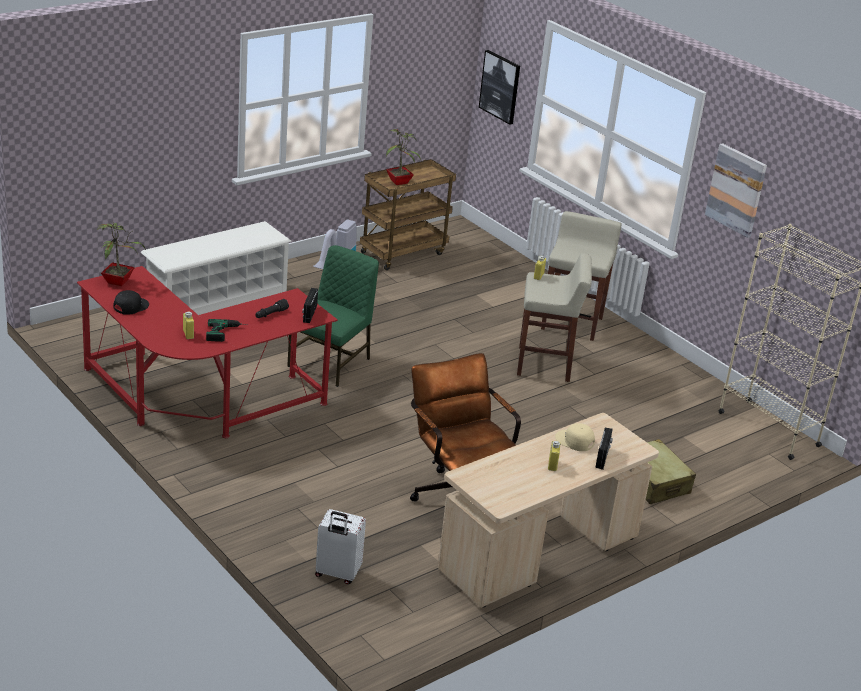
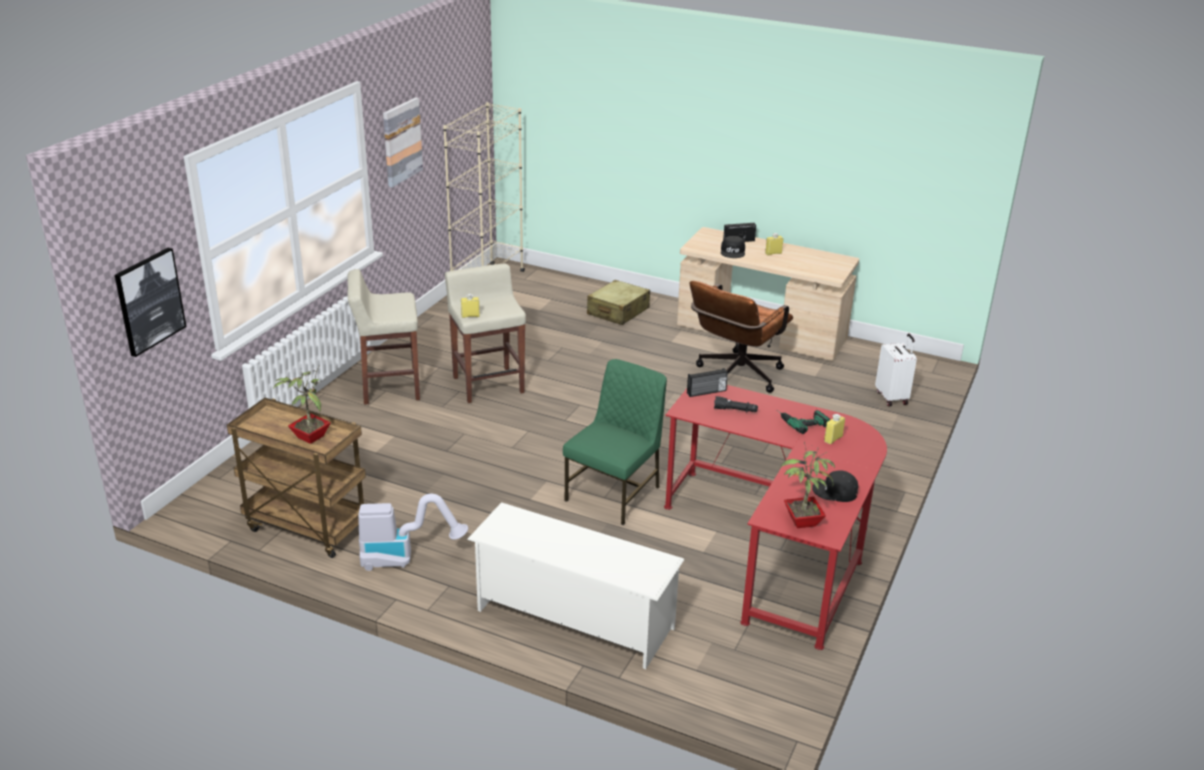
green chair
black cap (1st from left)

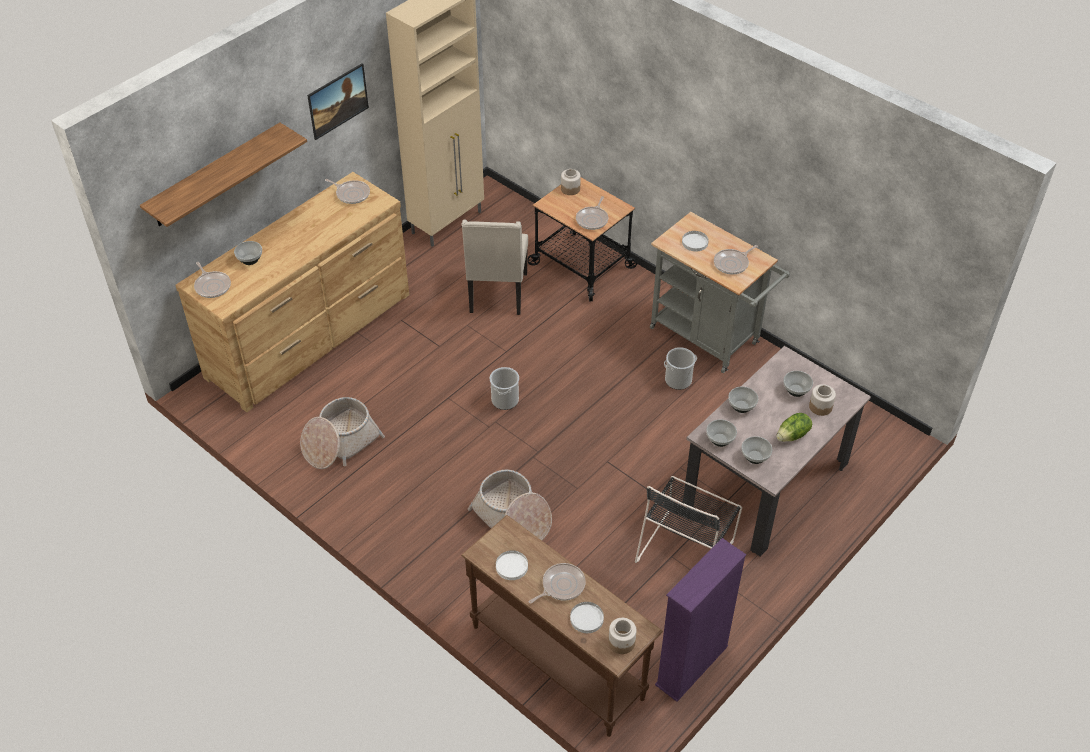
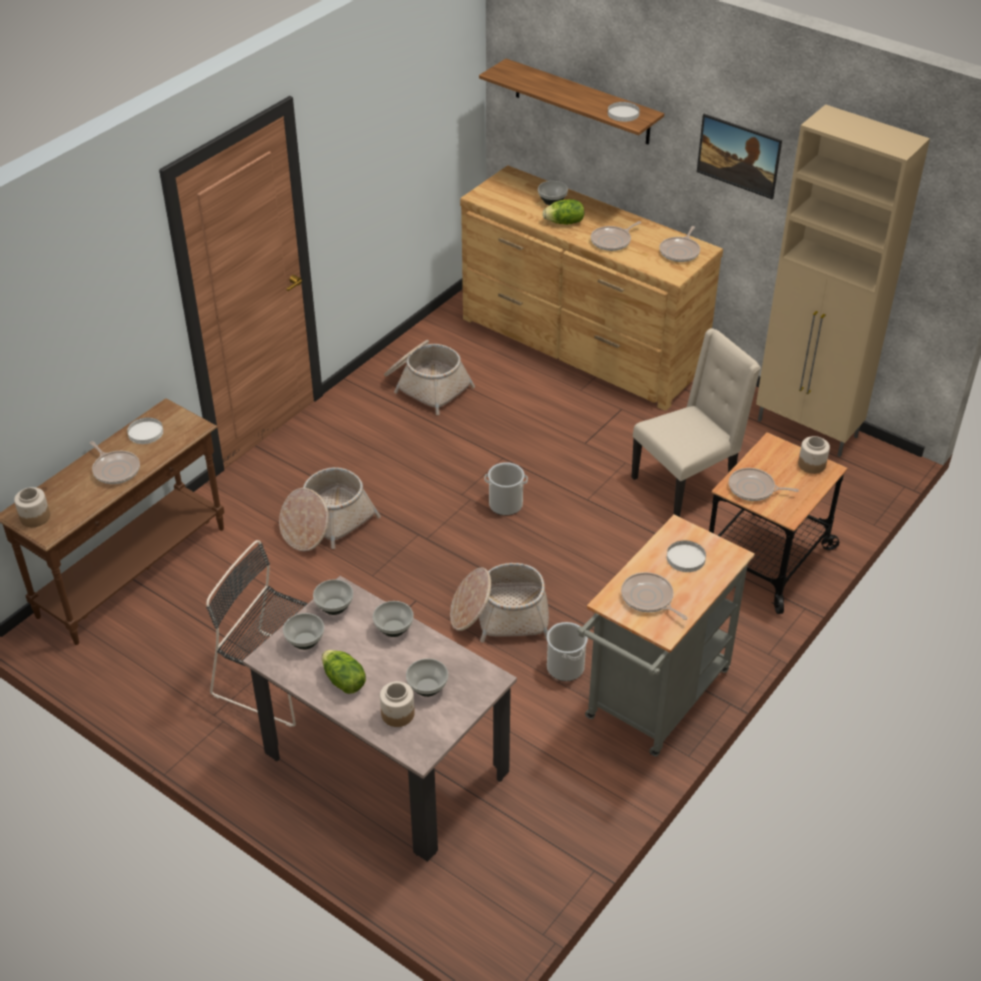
basket (3rd from left)
lettuce (2nd from left)
frying pan (2nd from left)
white plate (2nd from left)
beige chair
purple bookcase

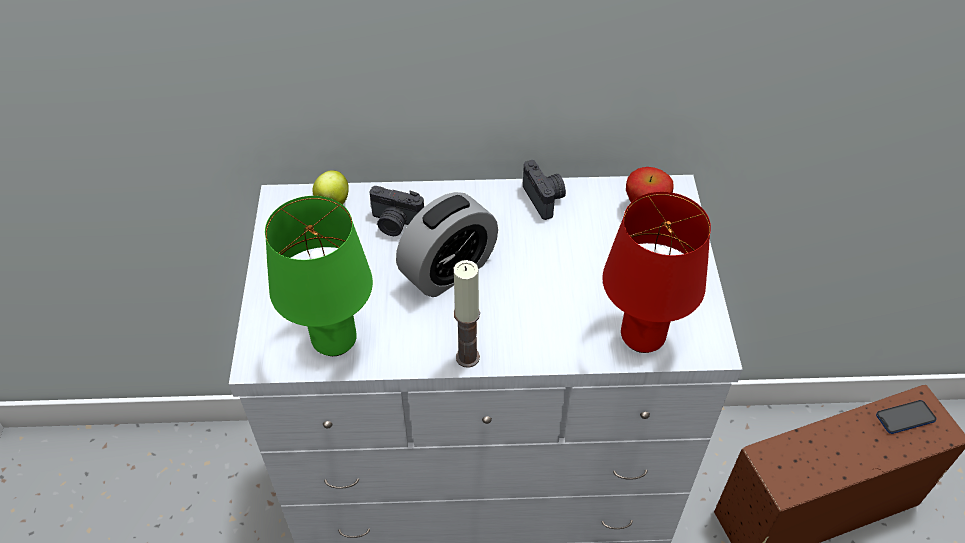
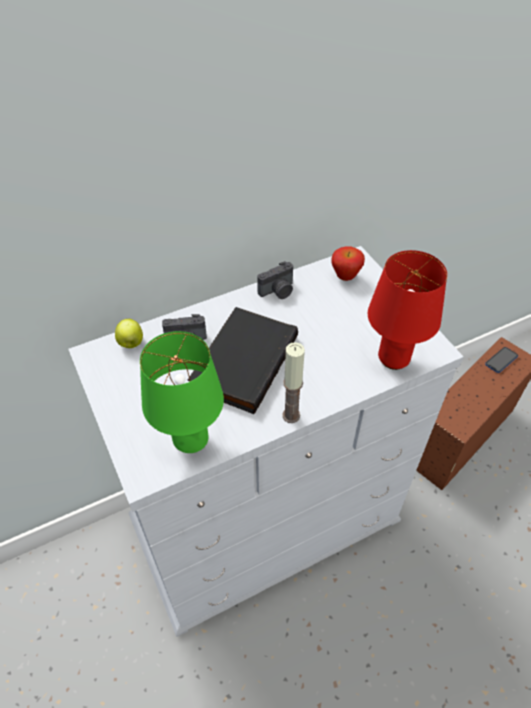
black book
photo camera (2nd from left)

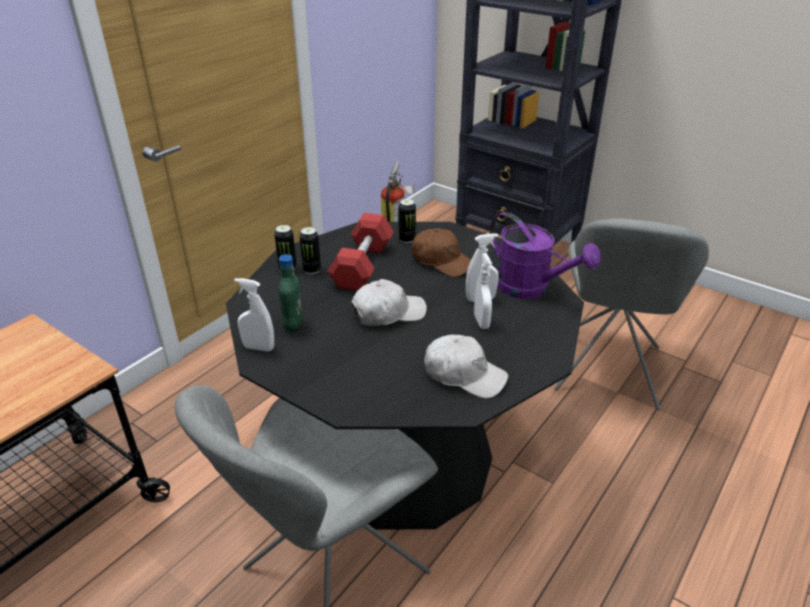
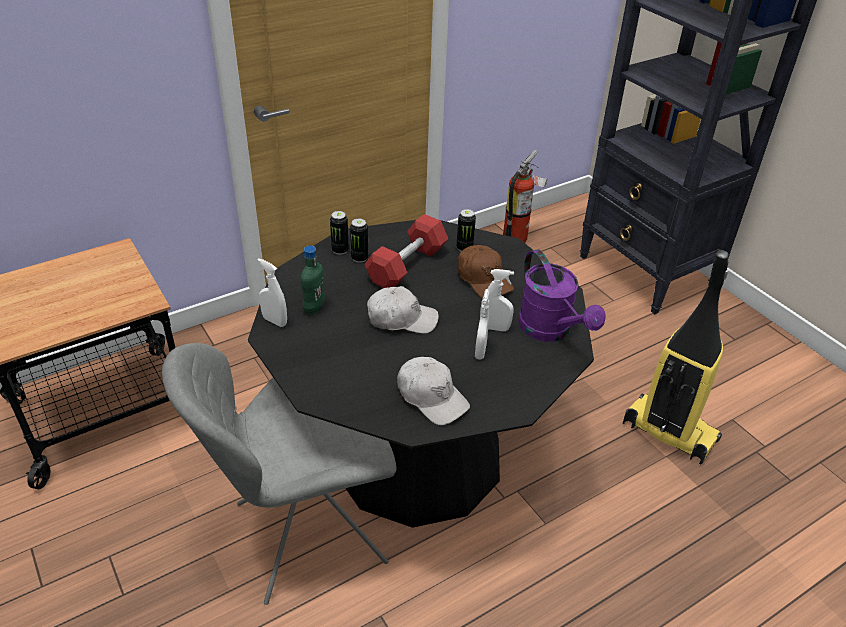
vacuum cleaner

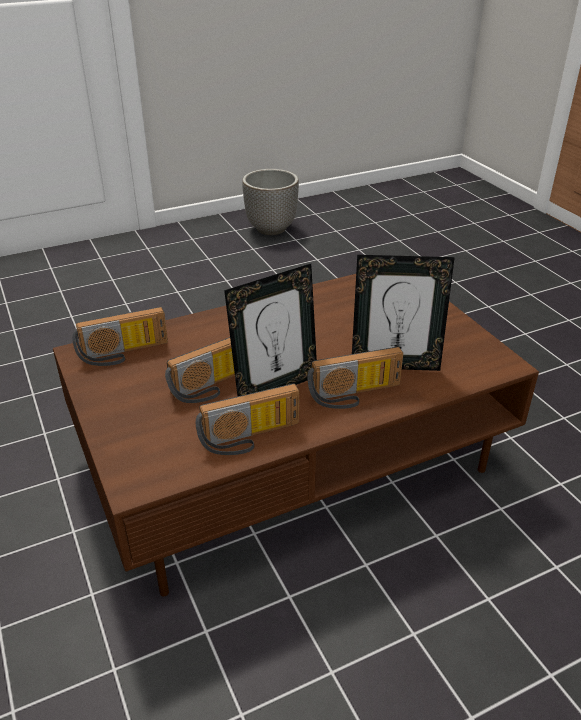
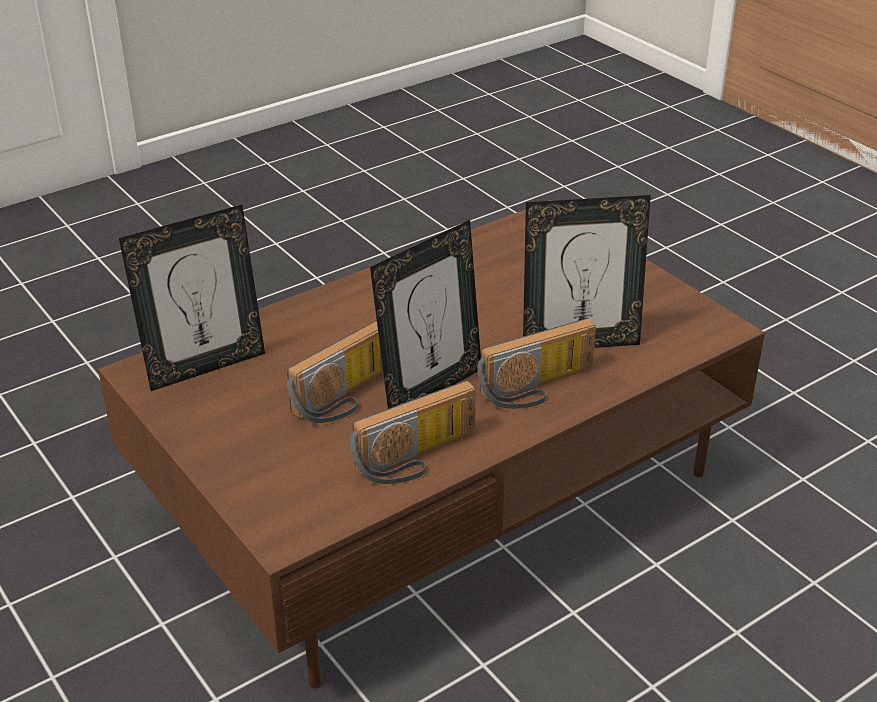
picture frame (1st from left)
planter

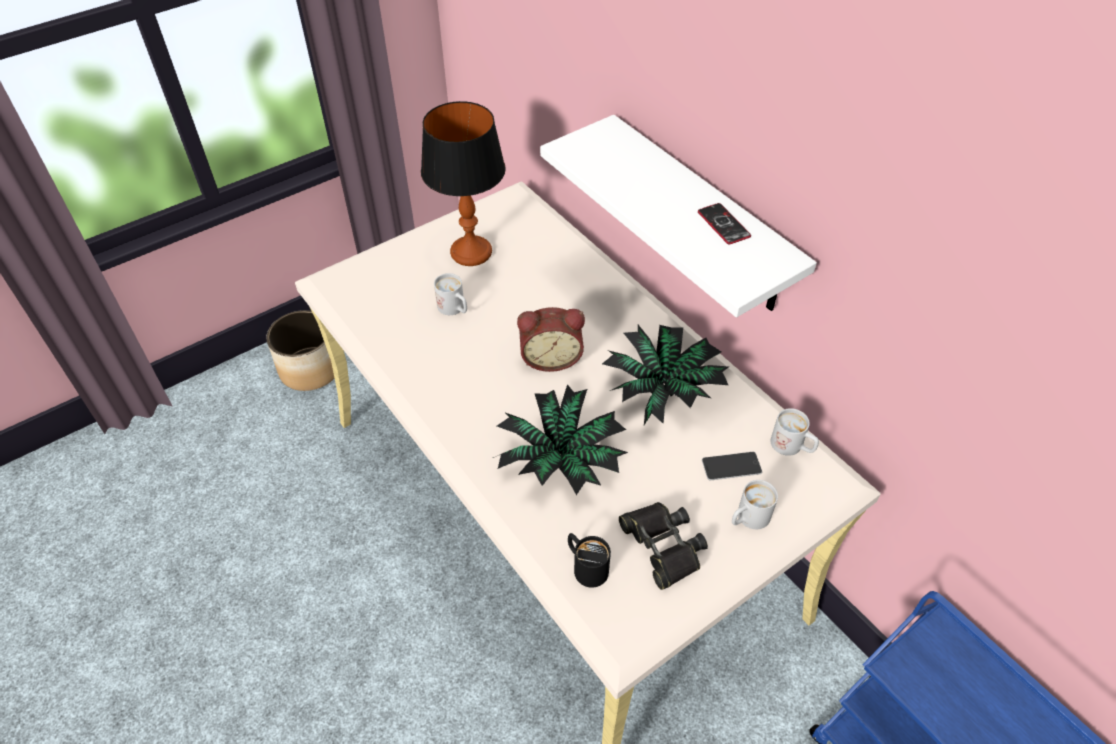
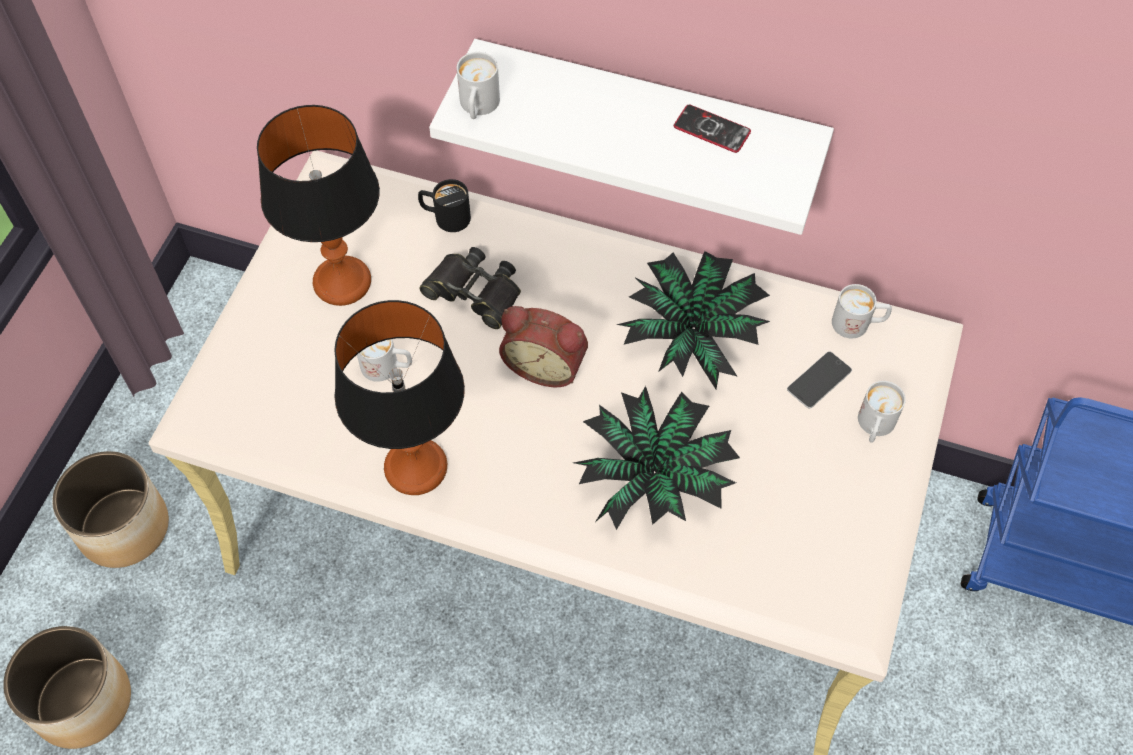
planter (1st from left)
table lamp (2nd from left)
black mug
black binoculars
white mug (2nd from left)
alarm clock

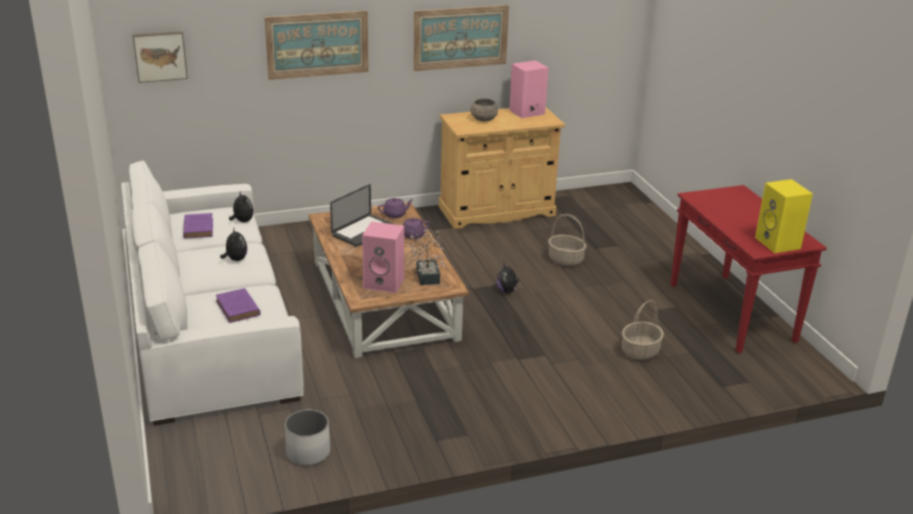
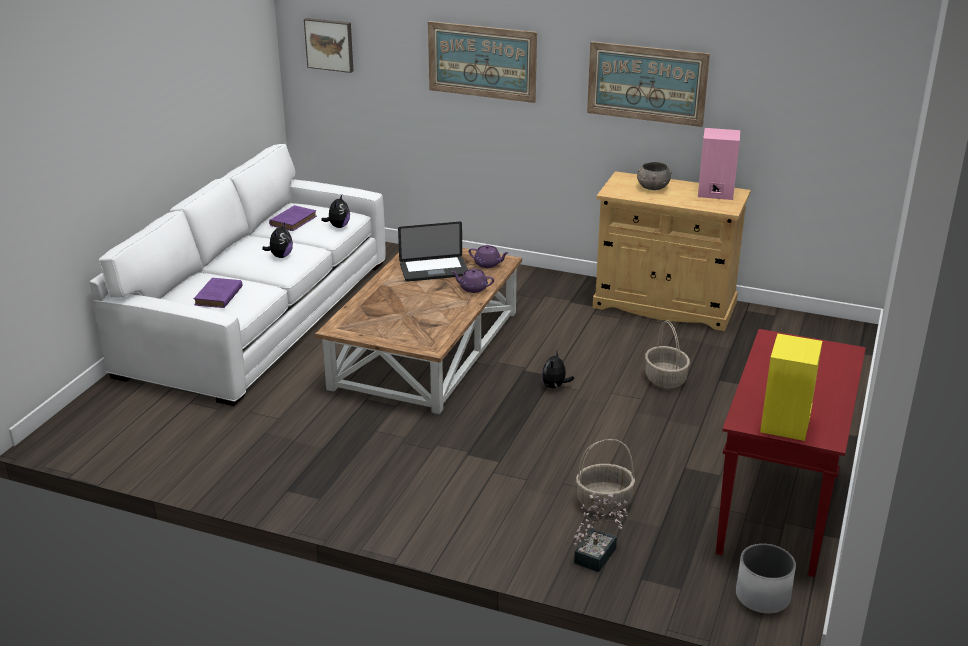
potted plant
white planter
pink speaker (1st from left in the first image)

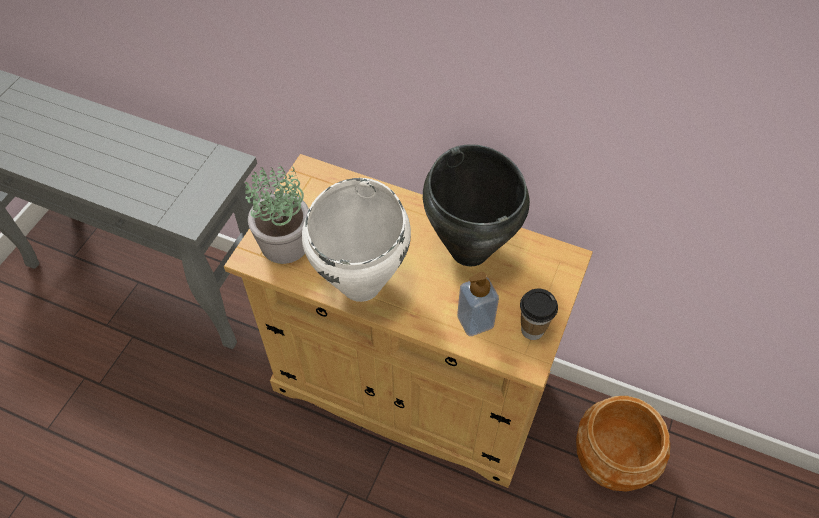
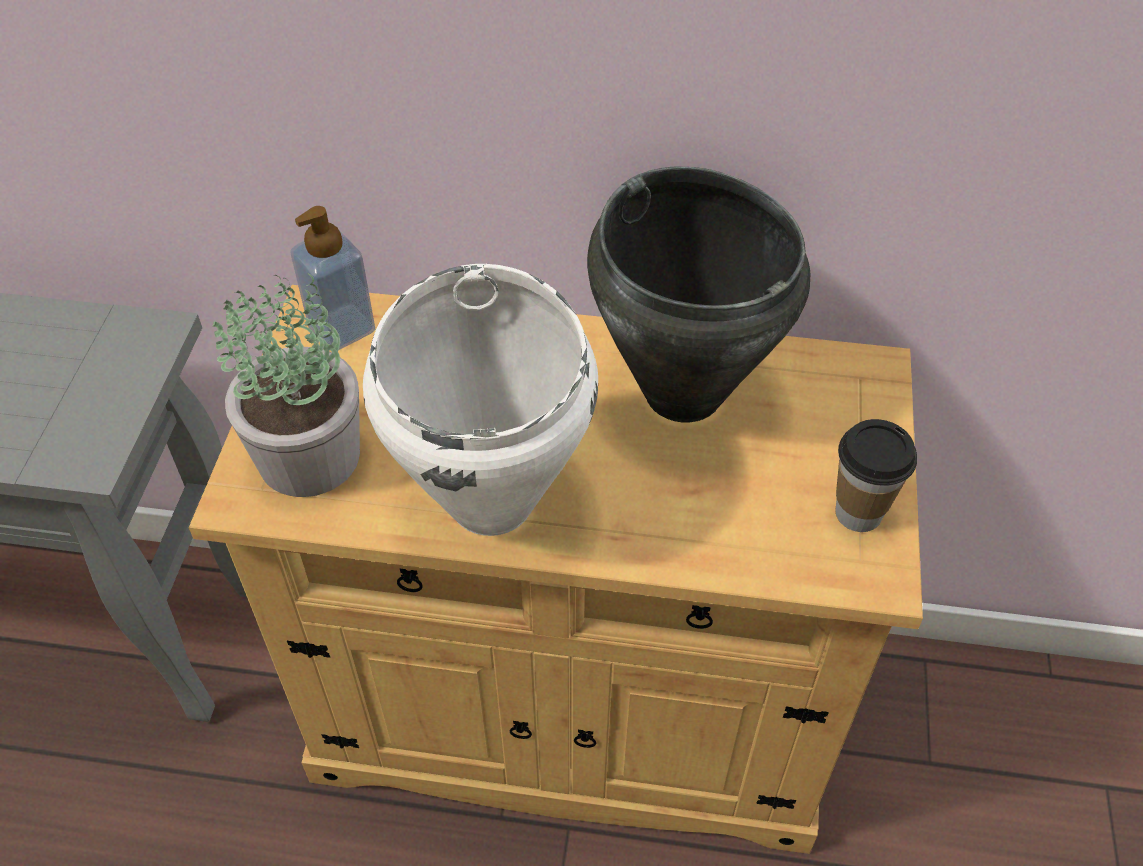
soap dispenser
brown planter

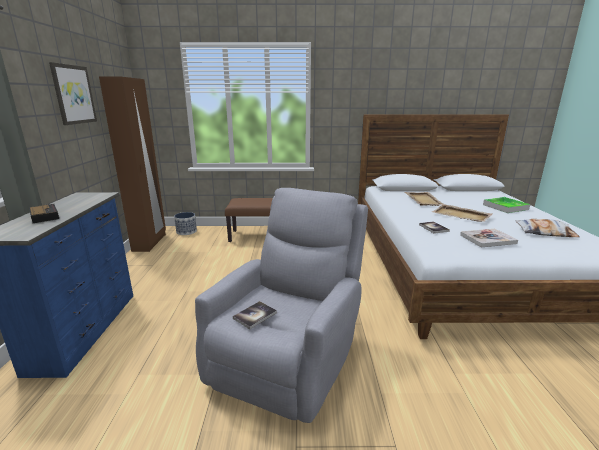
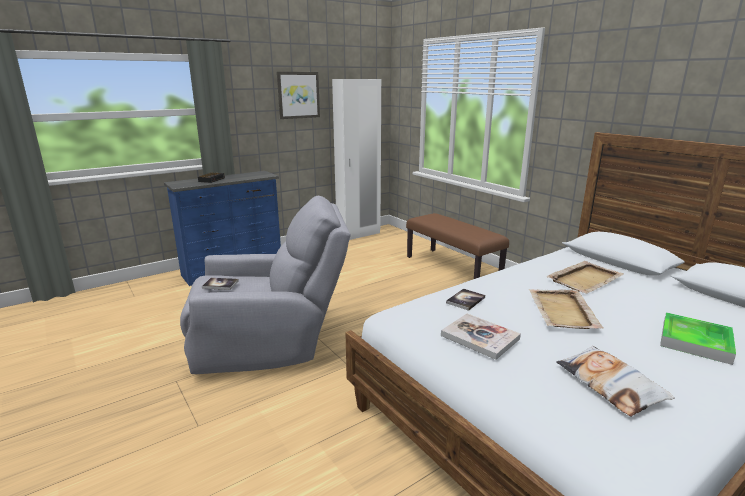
white wardrobe
planter

